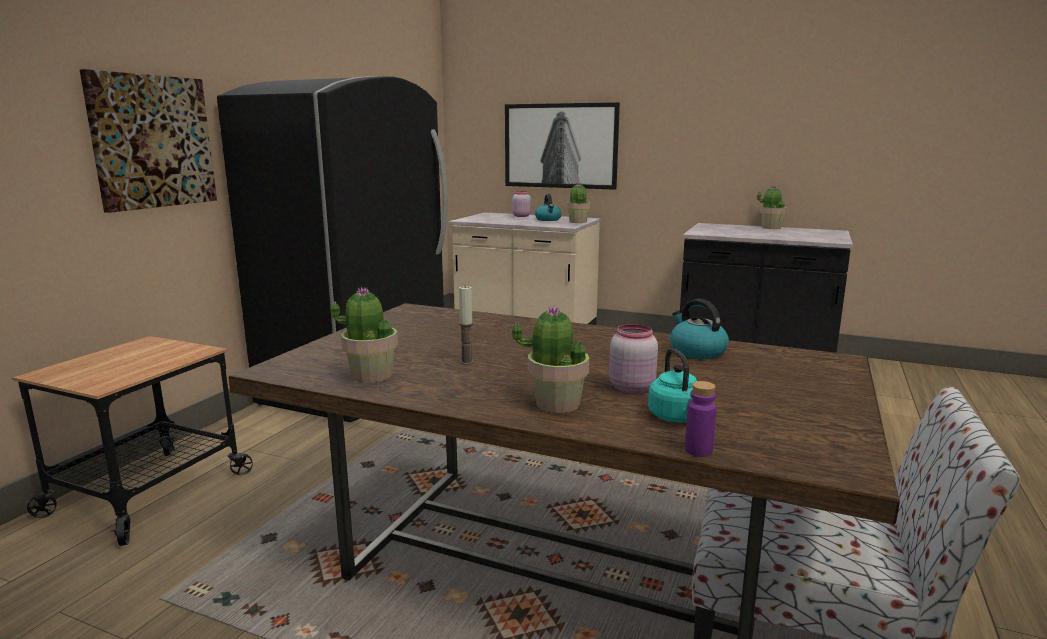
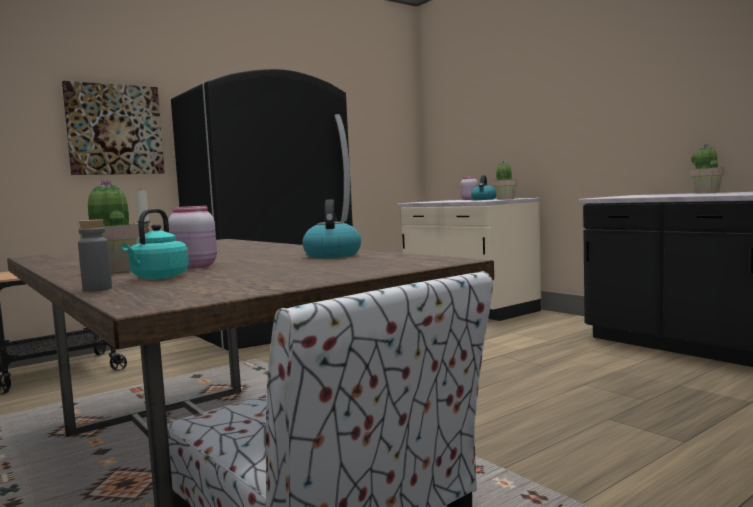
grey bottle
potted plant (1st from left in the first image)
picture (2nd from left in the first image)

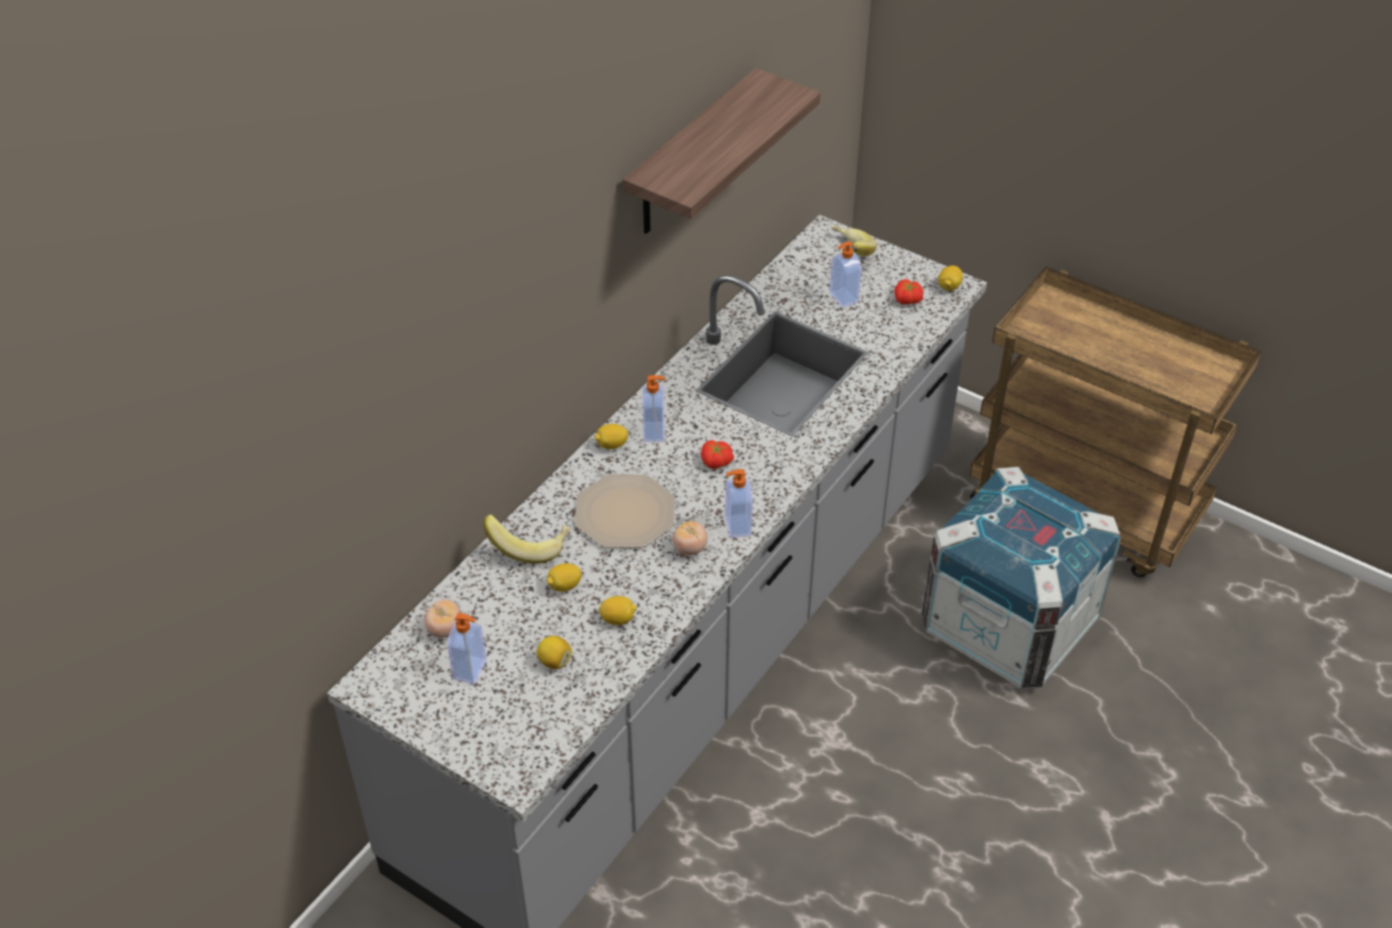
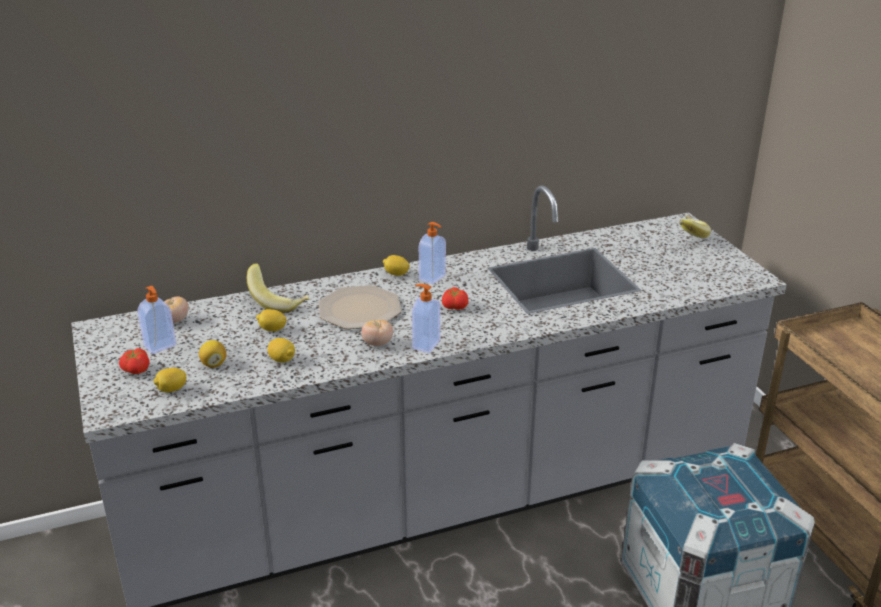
tomato (1st from left)
lemon (1st from left)
shelf
soap dispenser (4th from left in the first image)

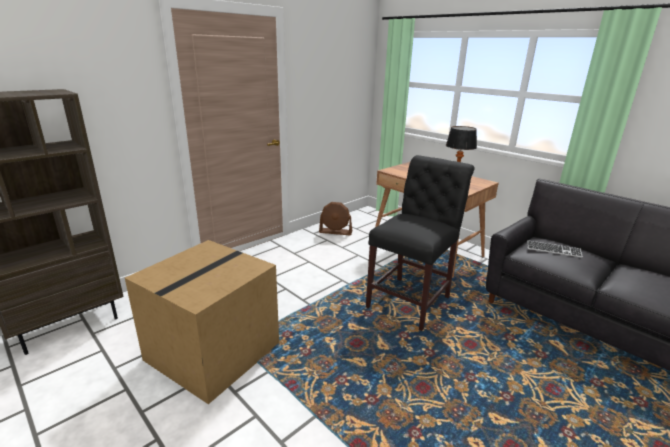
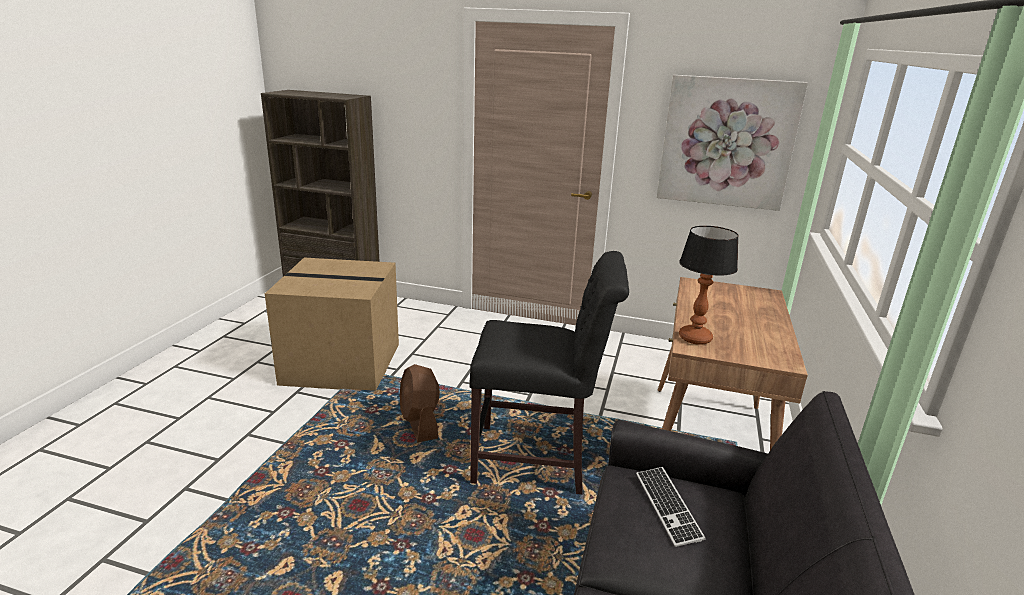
brown fan
picture

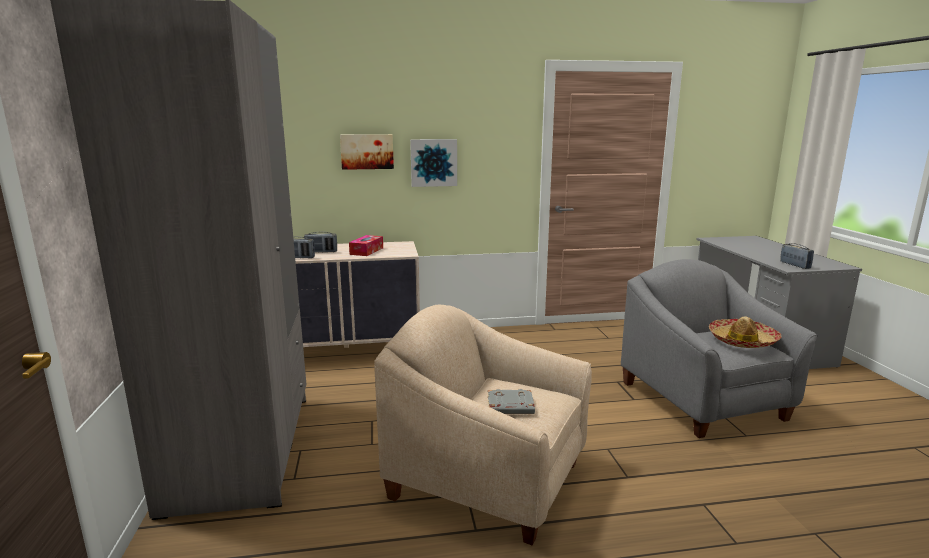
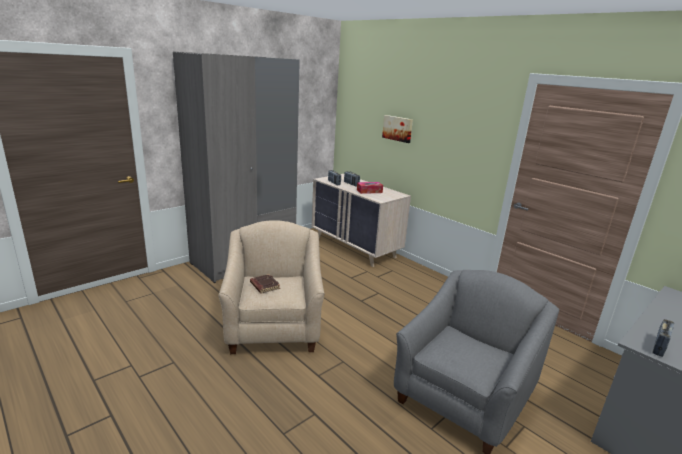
brown book
picture (2nd from left in the first image)
hat

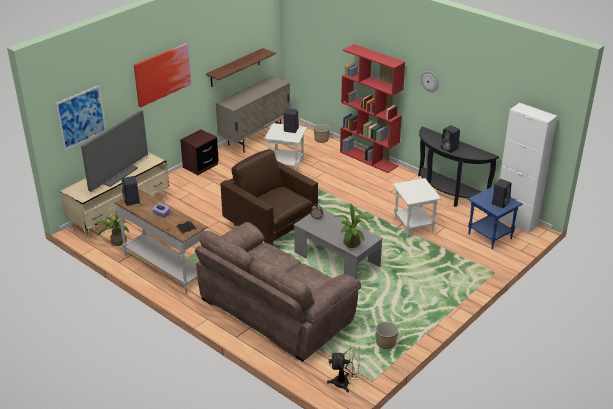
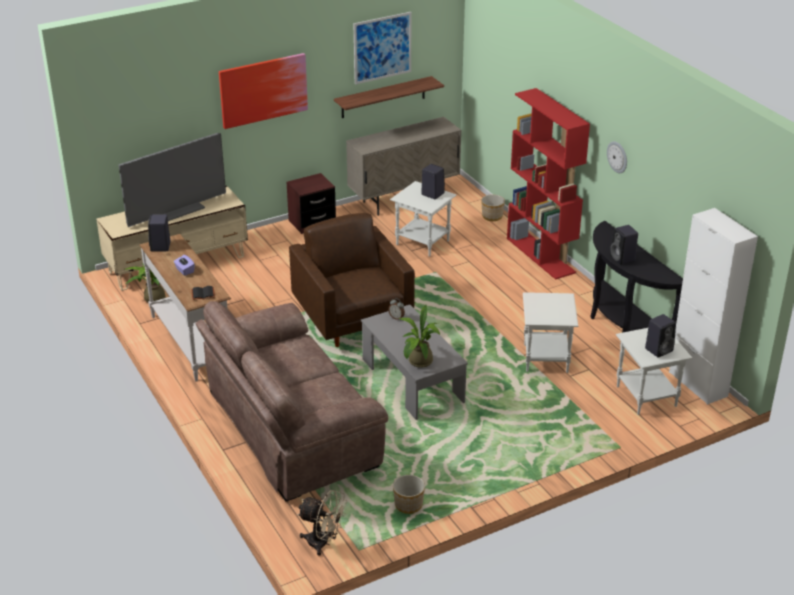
picture (2nd from left)
white side table (3rd from left)

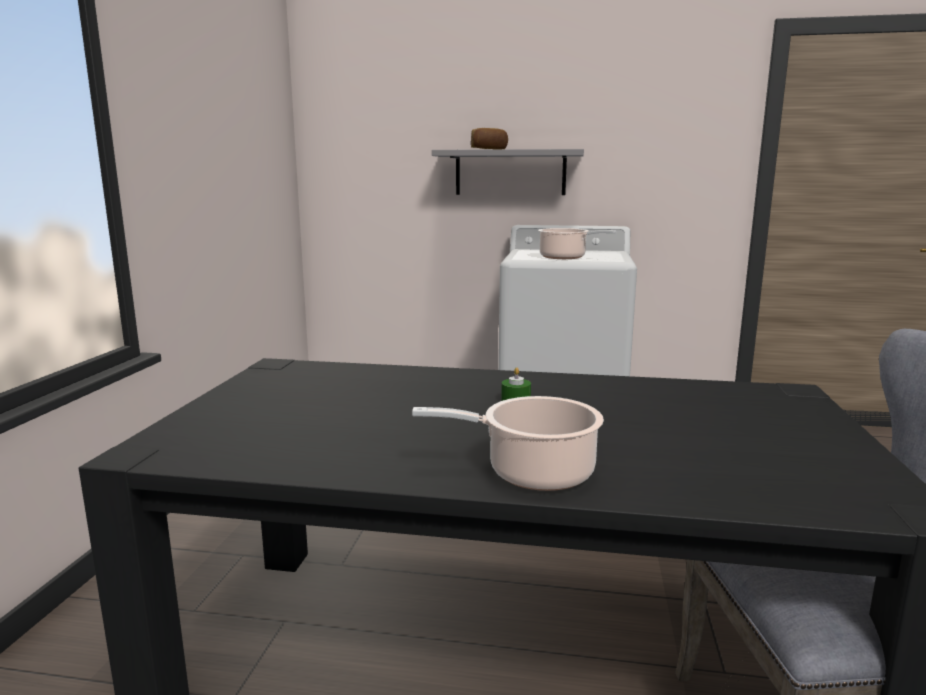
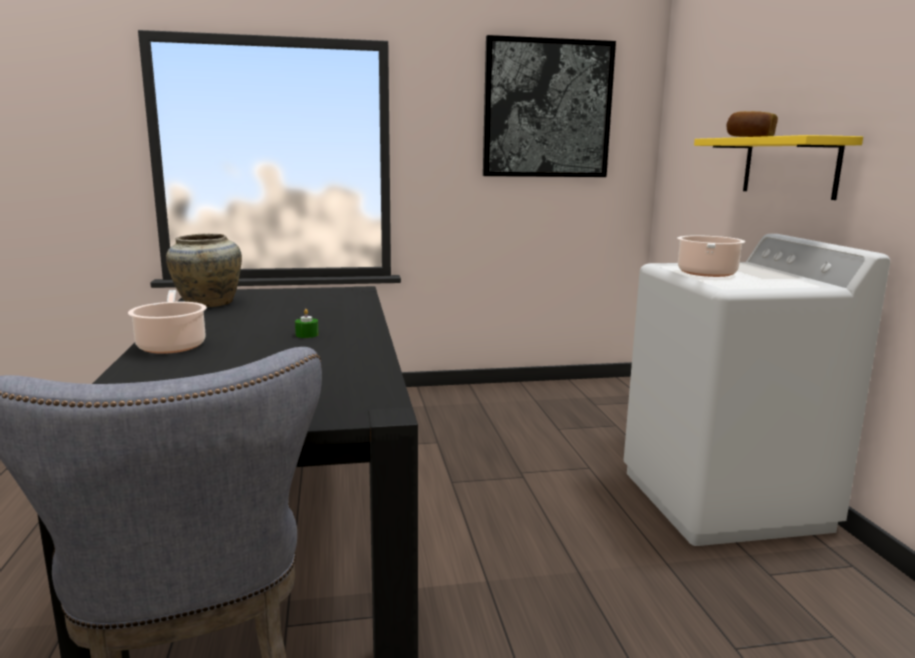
beige vase
picture
yellow shelf

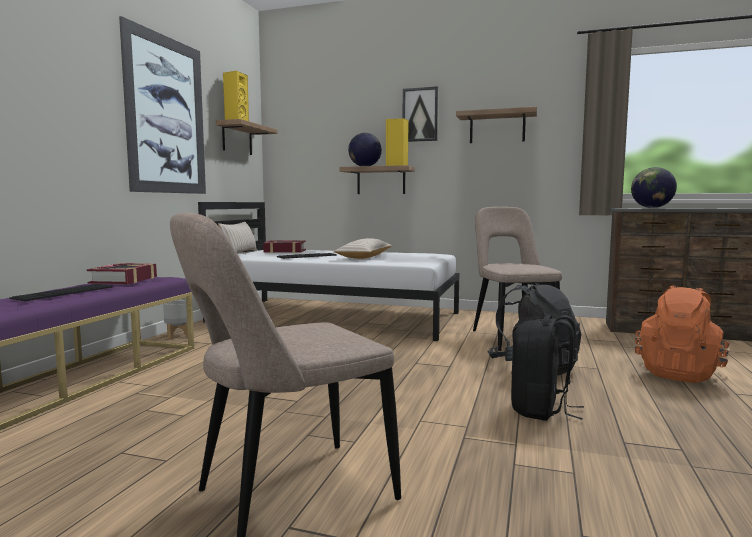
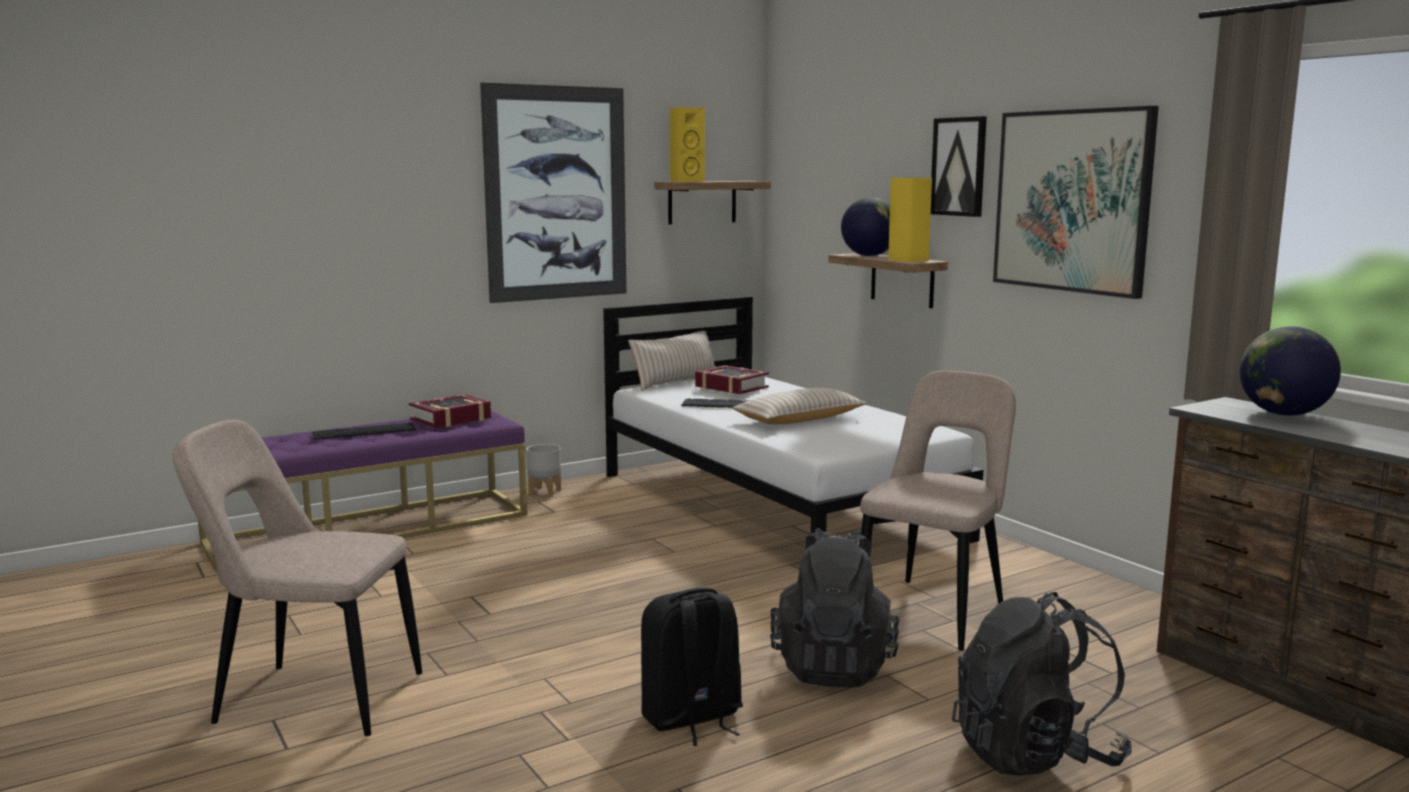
black backpack (3rd from left)
picture (3rd from left)

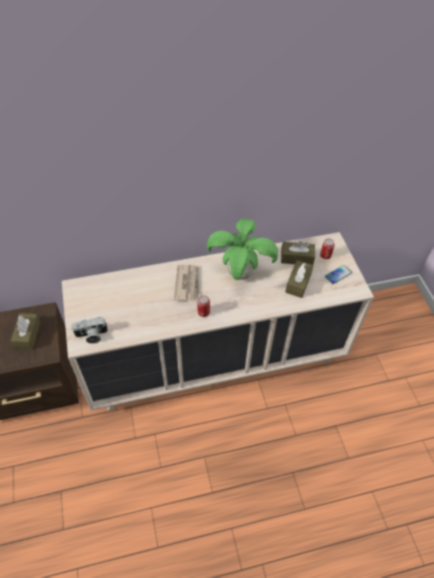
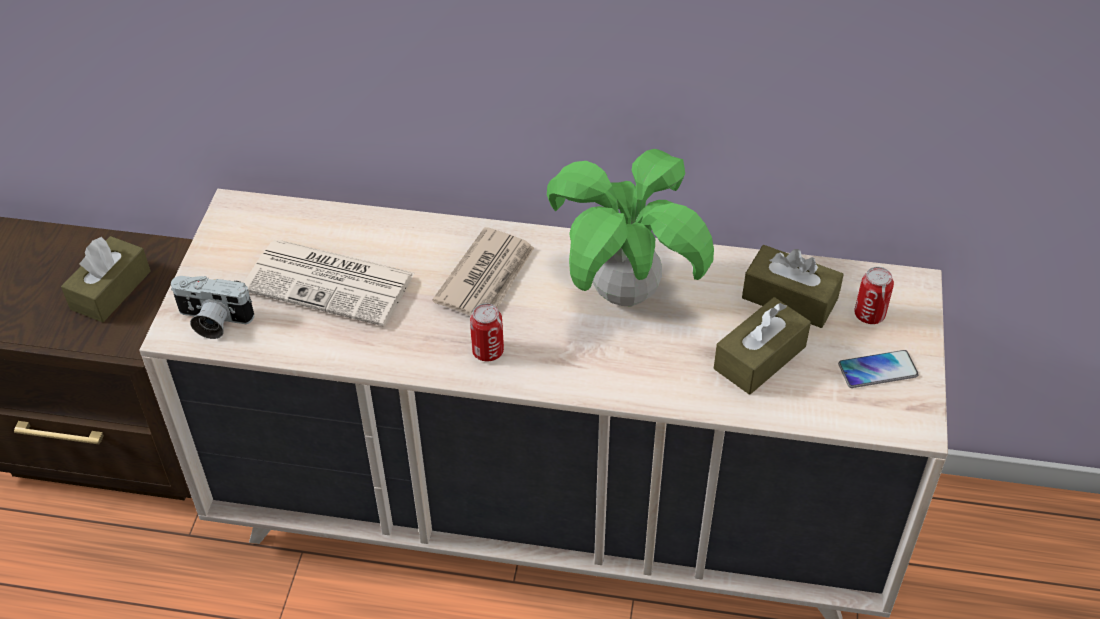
newspaper (1st from left)

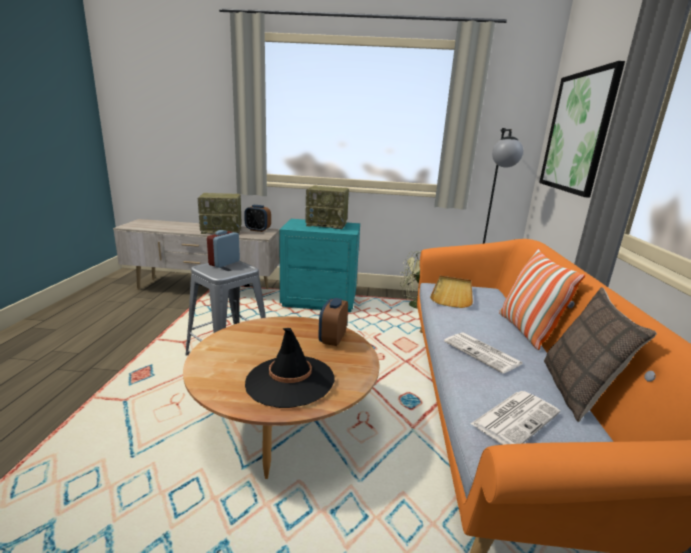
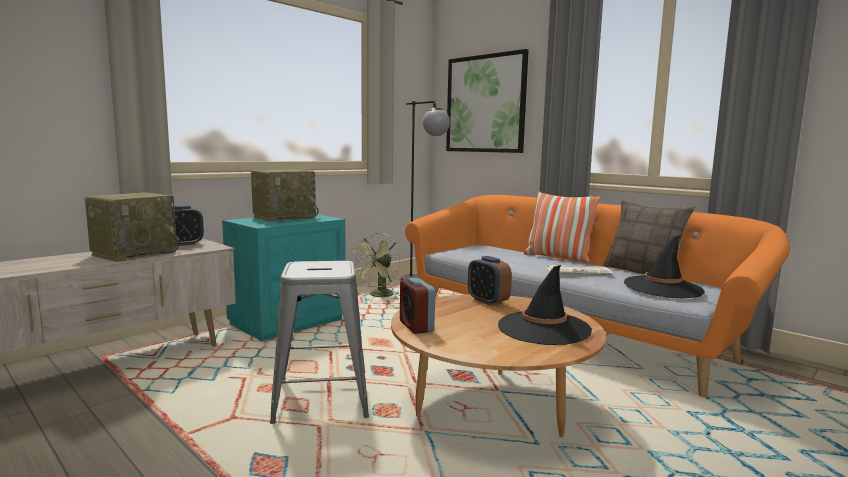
alarm clock (2nd from left)
black hat (2nd from left)
beige tray

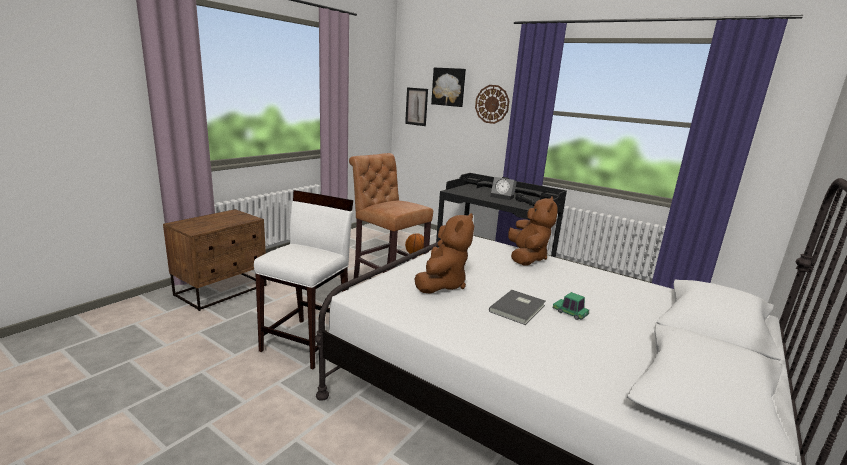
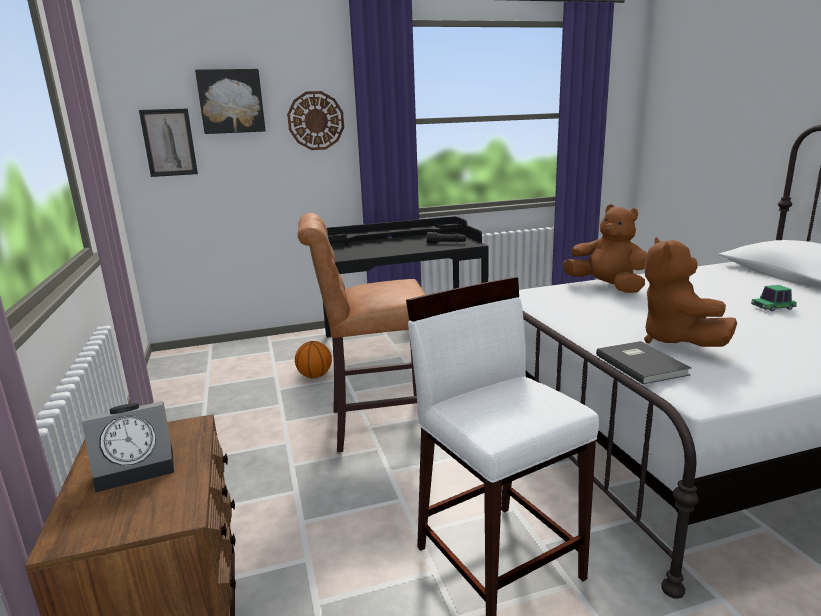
alarm clock
grey book
brown plush toy (2nd from left)

